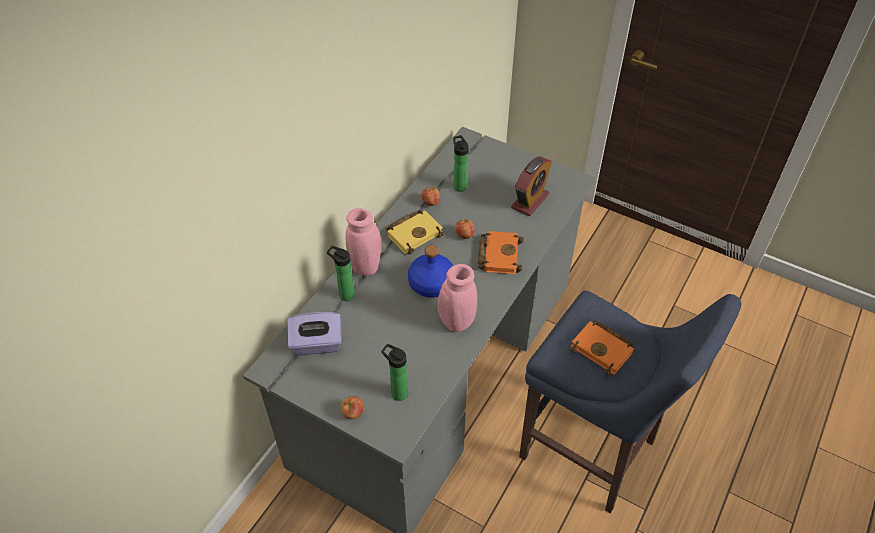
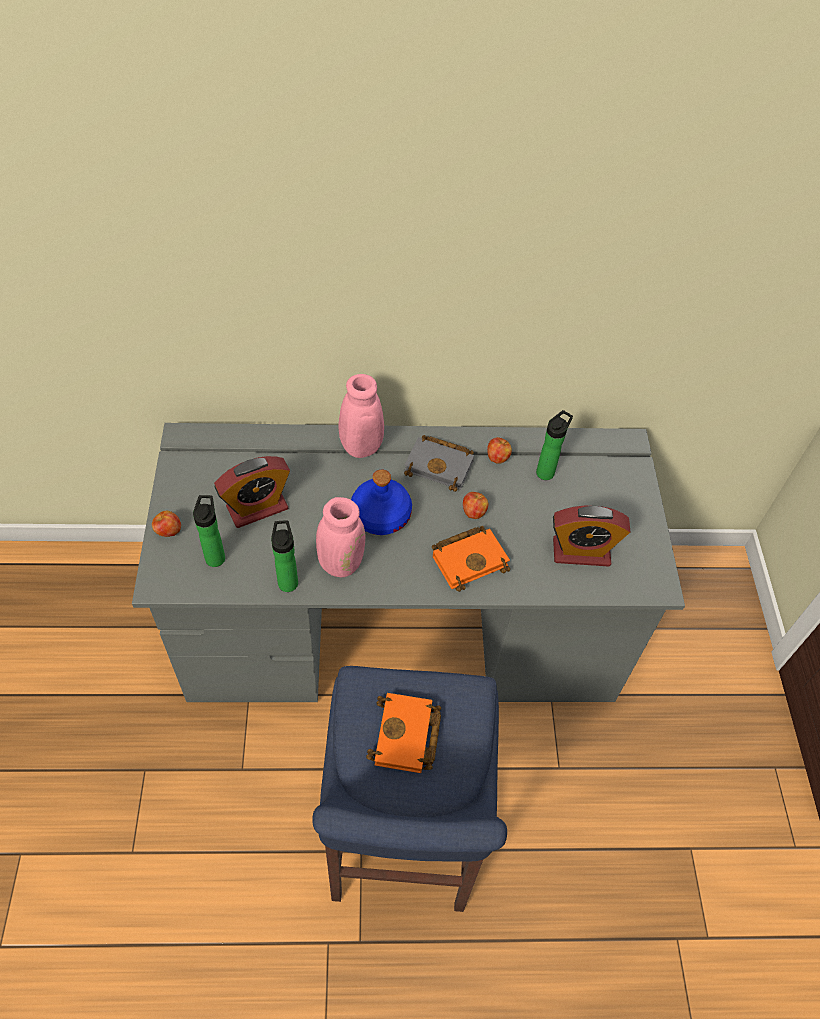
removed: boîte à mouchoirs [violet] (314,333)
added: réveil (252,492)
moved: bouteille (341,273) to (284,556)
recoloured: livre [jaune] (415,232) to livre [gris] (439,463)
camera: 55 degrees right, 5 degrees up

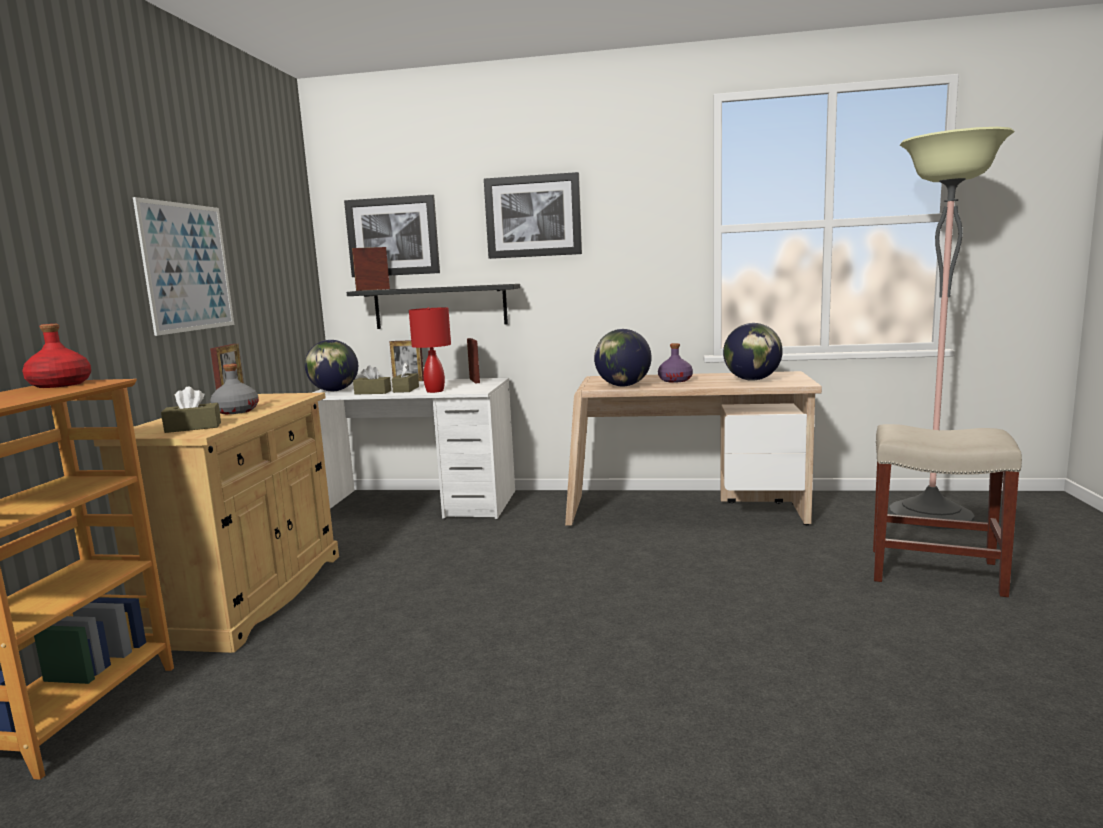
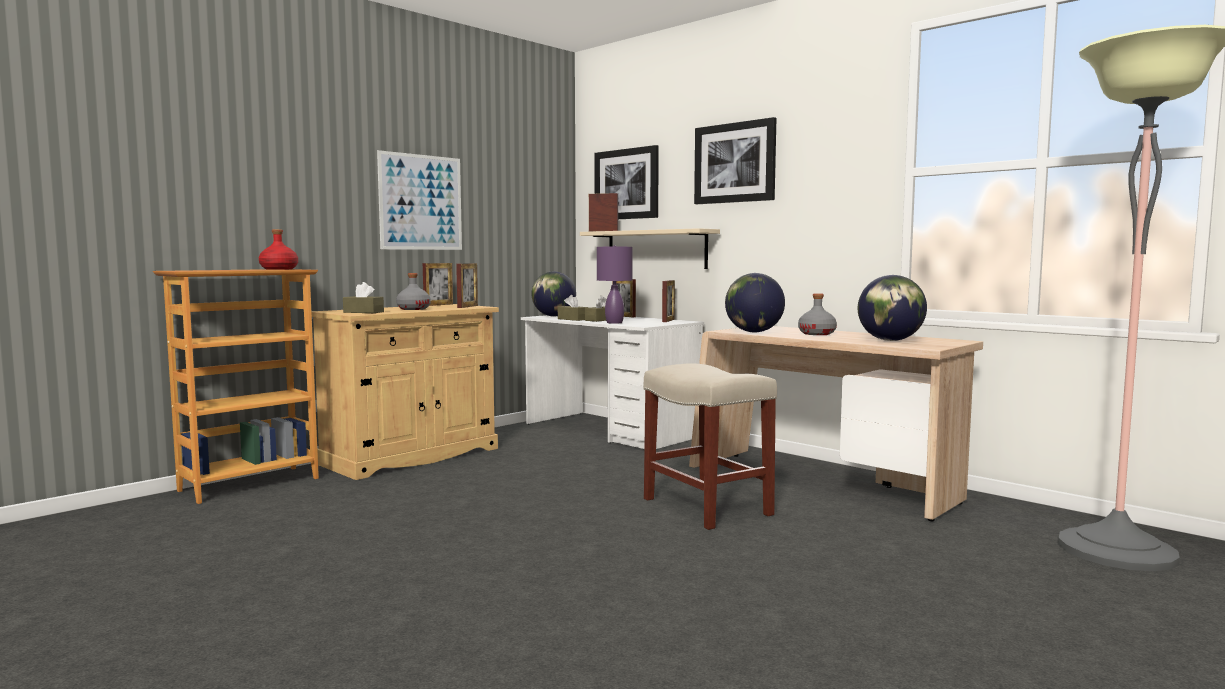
added: cadre photo (467,285)
moved: tabouret [beige] (947,510) to (710,446)
recoloured: étagère [noir] (433,306) to étagère [beige] (650,248); lampe de table [rouge] (430,350) to lampe de table [violet] (615,284); bouteille [violet] (675,363) to bouteille [gris] (817,314)
camera: 35 degrees right, 5 degrees down

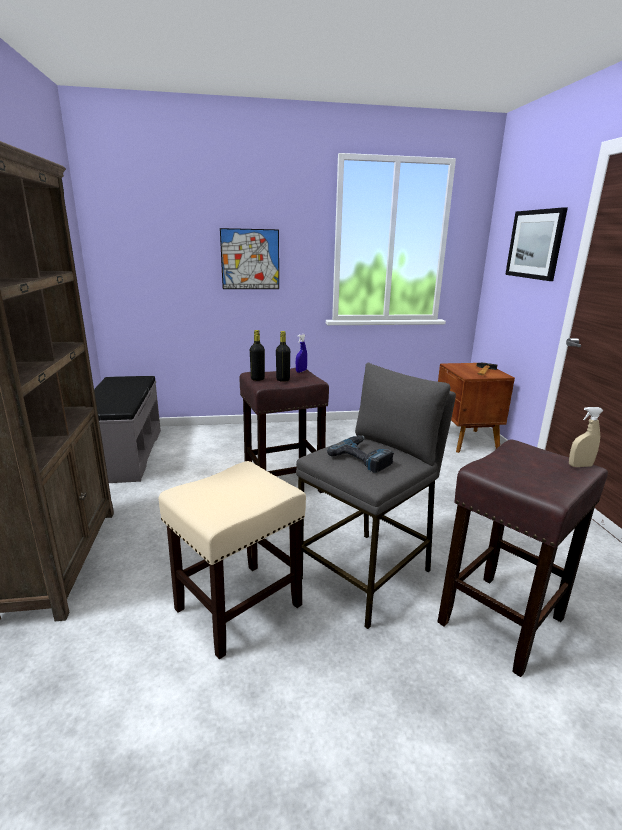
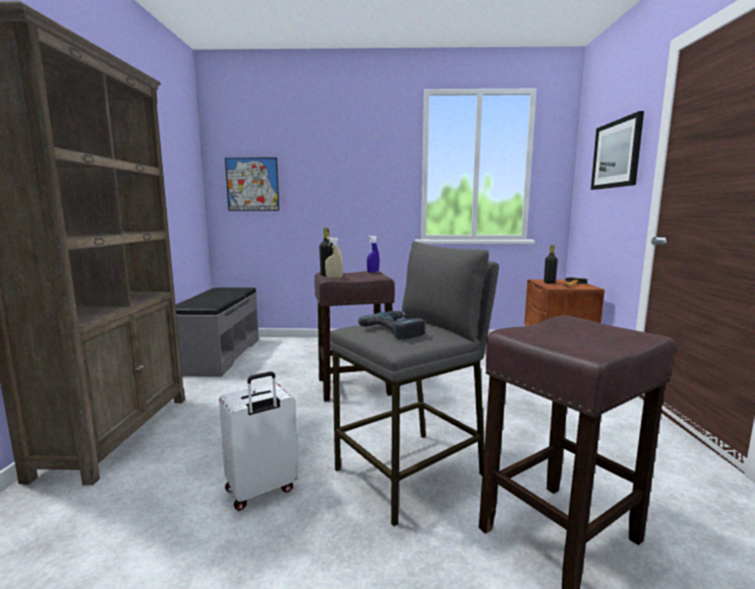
moved: tableau (249,258) to (252,184); vaporisateur [beige] (586,437) to (334,257); bouteille [noir] (283,356) to (551,264)
replaced: tabouret [beige] (232,560) to valise [blanc] (258,441)
camera: 10 degrees right, 10 degrees down

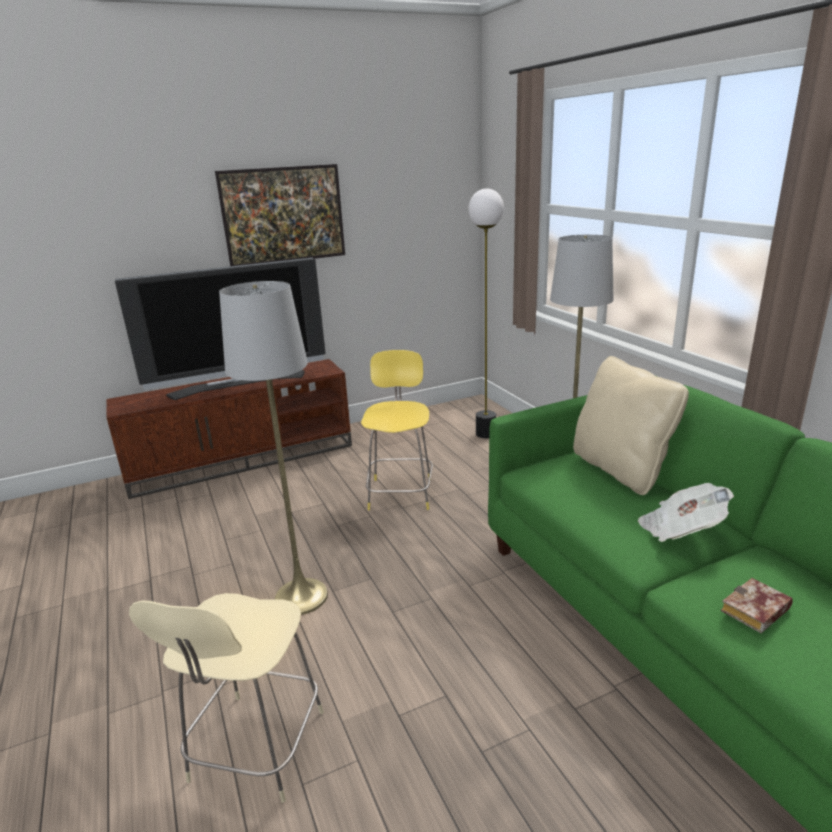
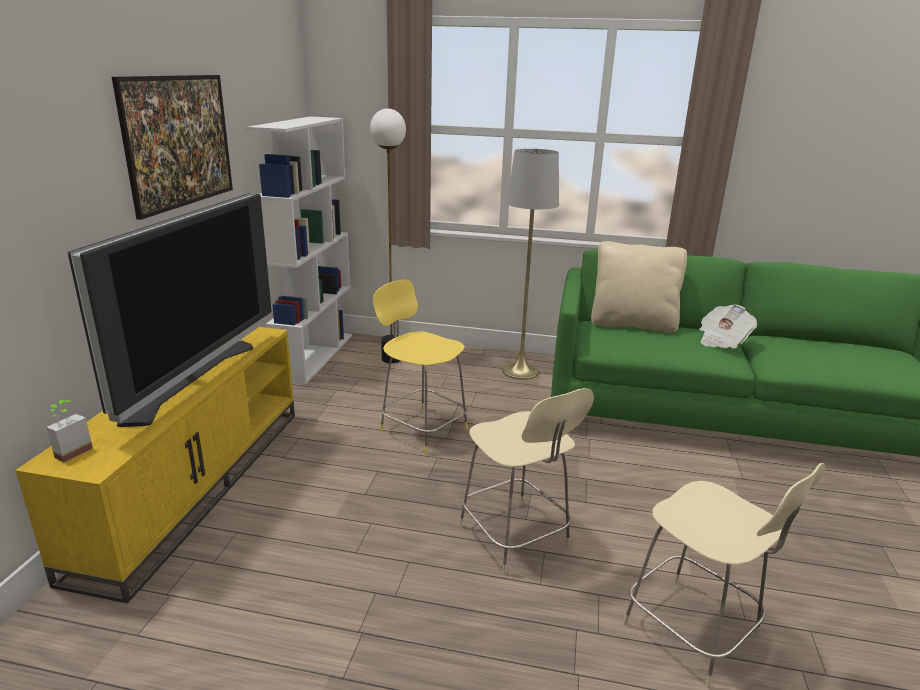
removed: livre (757,606)
added: plante en pot (69,431); bibliothèque [blanc] (299,251)
replaced: lampadaire [gris] (273,448) to tabouret [beige] (526,482)
recoloured: meuble télé [marron] (229,429) to meuble télé [jaune] (155,465)
camera: 55 degrees left, 0 degrees up

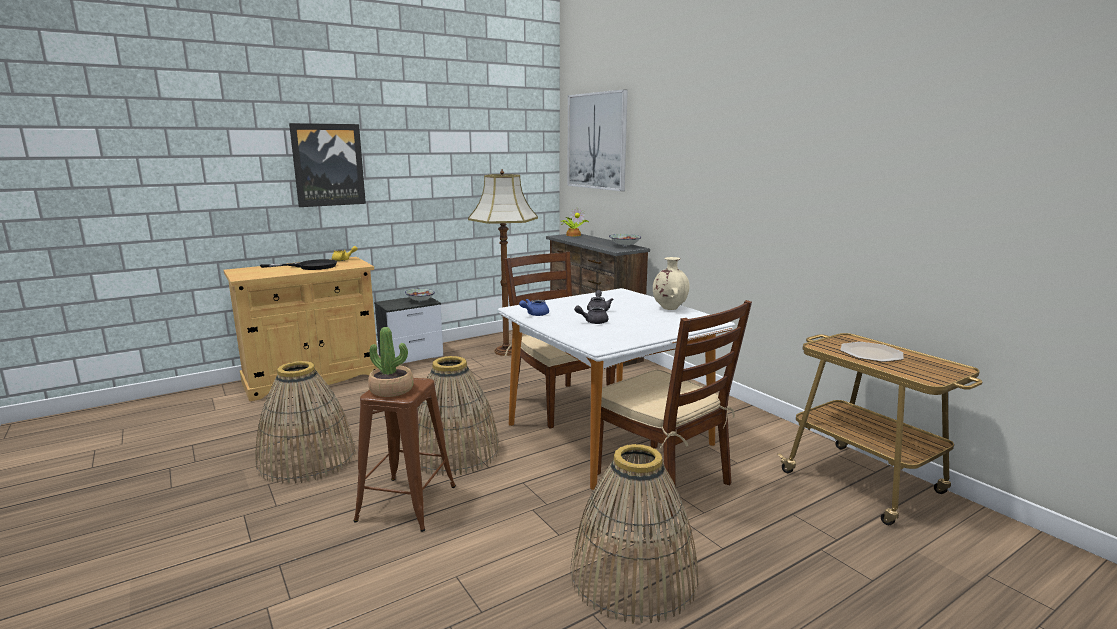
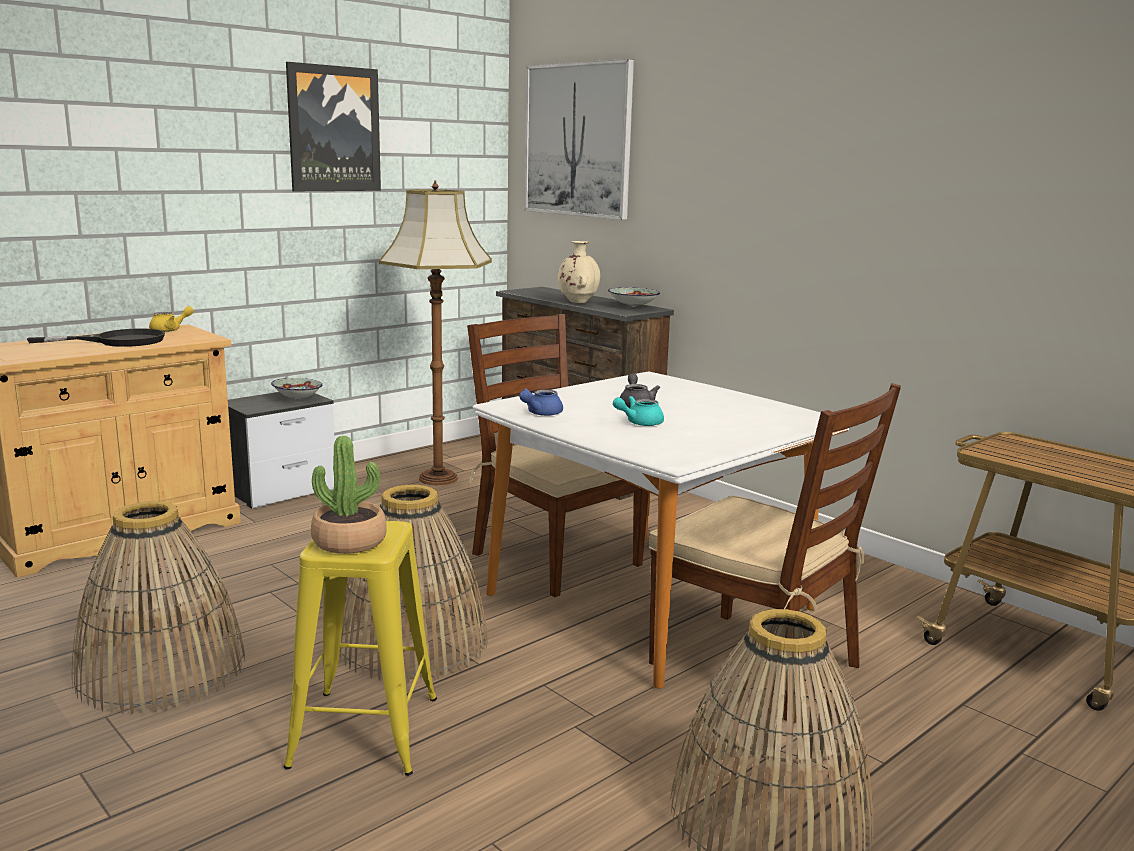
removed: plante en pot (574,221); assiette (871,352)
moved: tableau (327,165) to (333,126); vase [beige] (671,283) to (579,272)
recoloured: tabouret [marron] (404,455) to tabouret [jaune] (360,648); théière [gris] (591,314) to théière [turquoise] (638,411)
camera: 10 degrees left, 0 degrees up

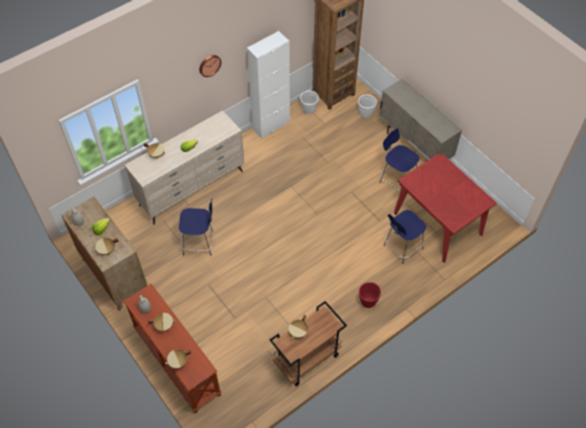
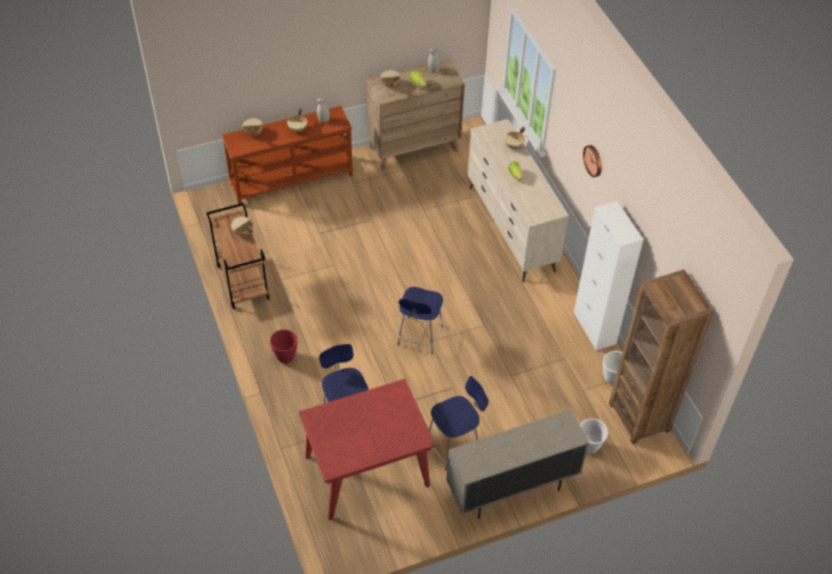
moved: tabouret [bleu] (196,227) to (420,320)
camera: 105 degrees right, 5 degrees down

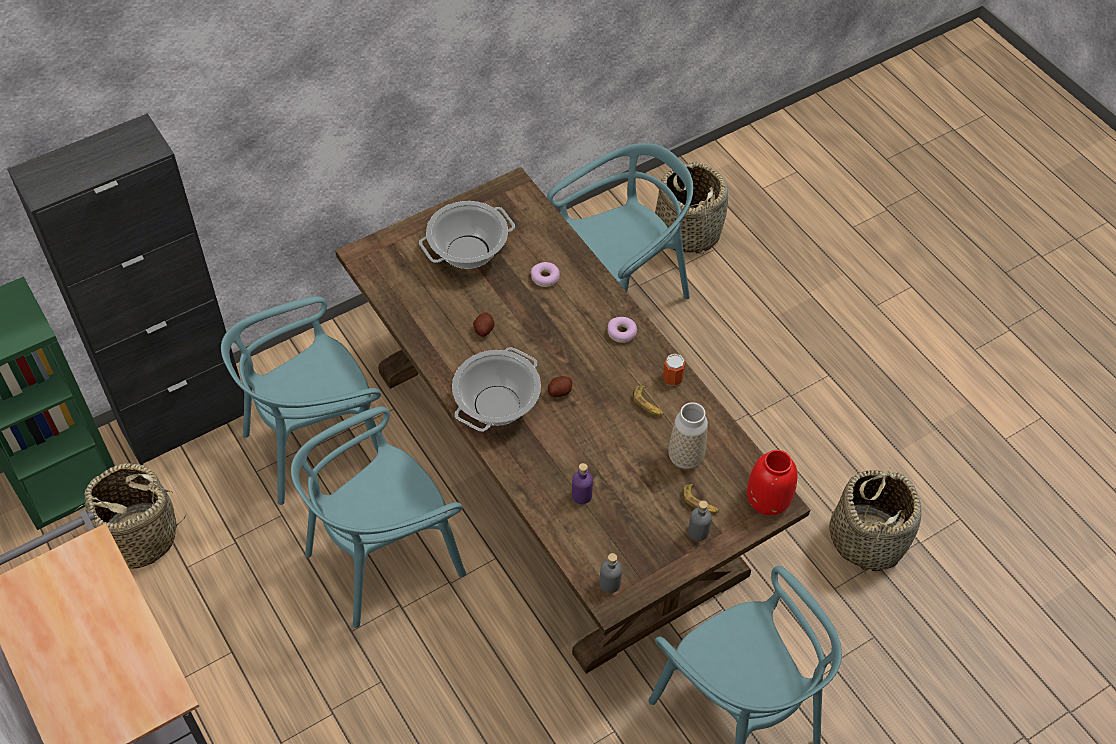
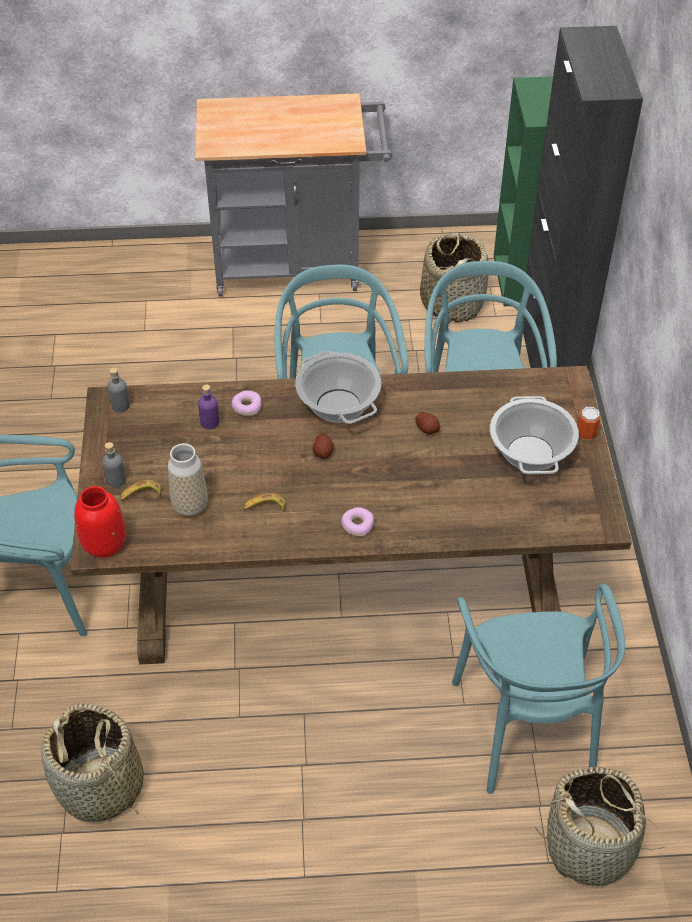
moved: beignet (545,274) to (246,403); boîte métallique (674,369) to (588,423)
camera: 120 degrees right, 5 degrees down

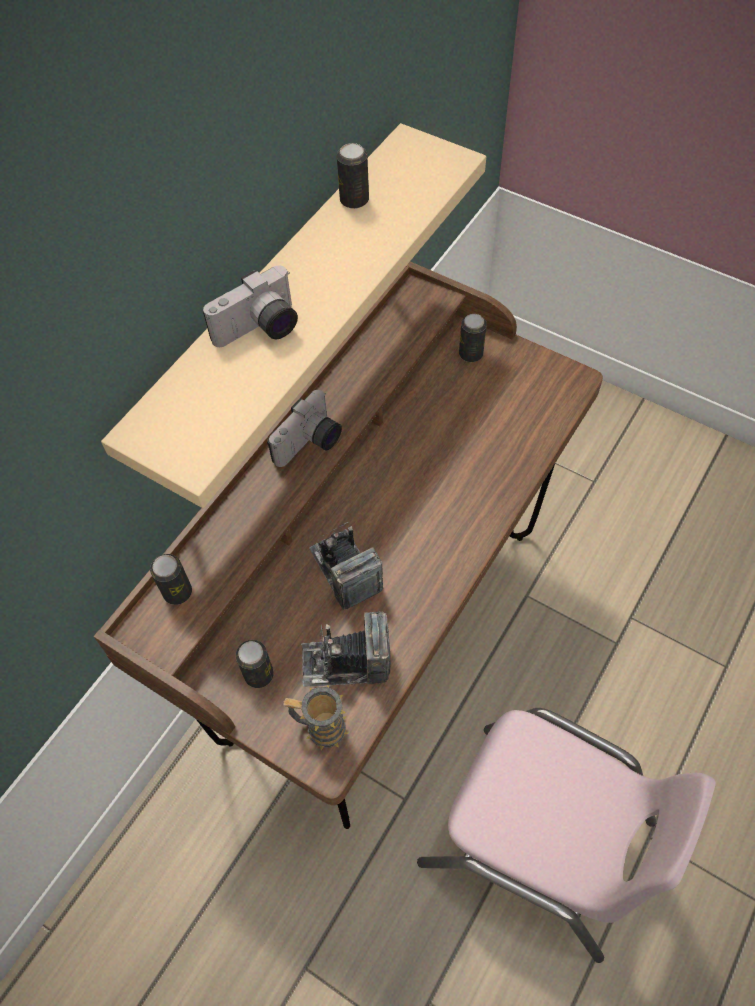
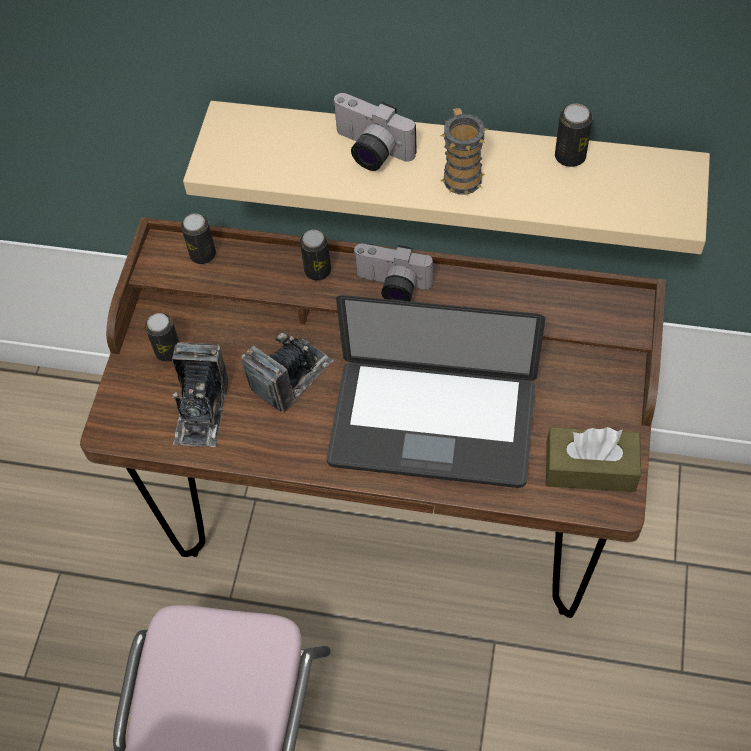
added: ordinateur portable (436,391); boîte à mouchoirs [marron] (593,459)
moved: boîte métallique (473,338) to (315,255); mug (315,717) to (464,151)
turned: appareil photo (345,649) = (200,394) 150 degrees counterclockwise
camera: 70 degrees right, 0 degrees up

